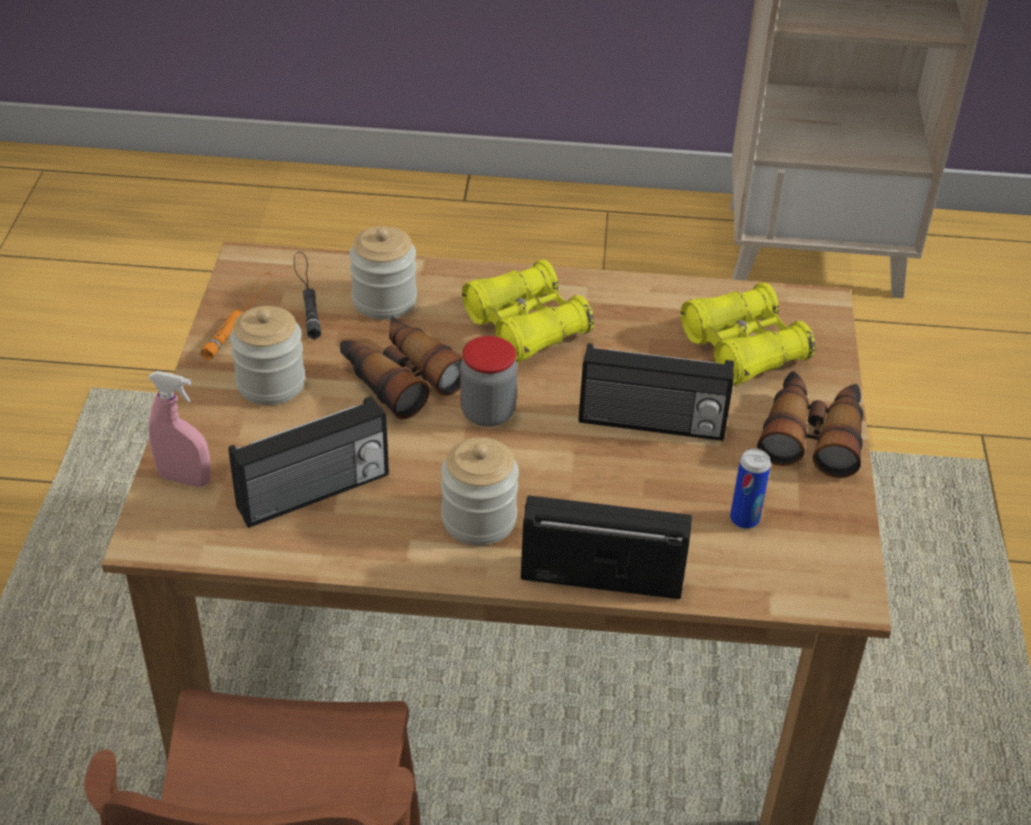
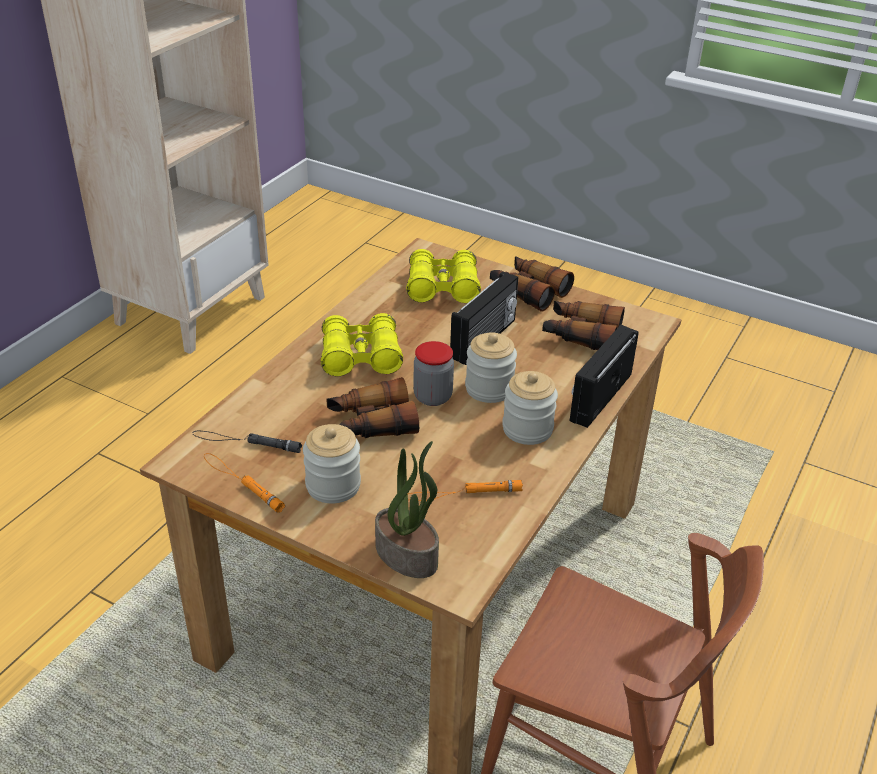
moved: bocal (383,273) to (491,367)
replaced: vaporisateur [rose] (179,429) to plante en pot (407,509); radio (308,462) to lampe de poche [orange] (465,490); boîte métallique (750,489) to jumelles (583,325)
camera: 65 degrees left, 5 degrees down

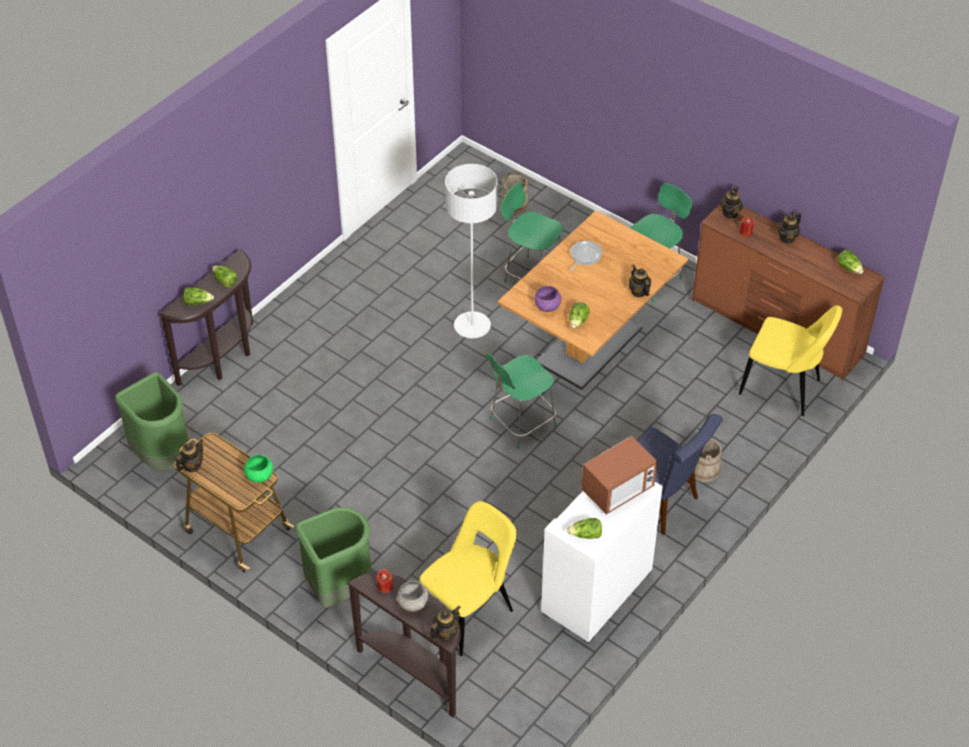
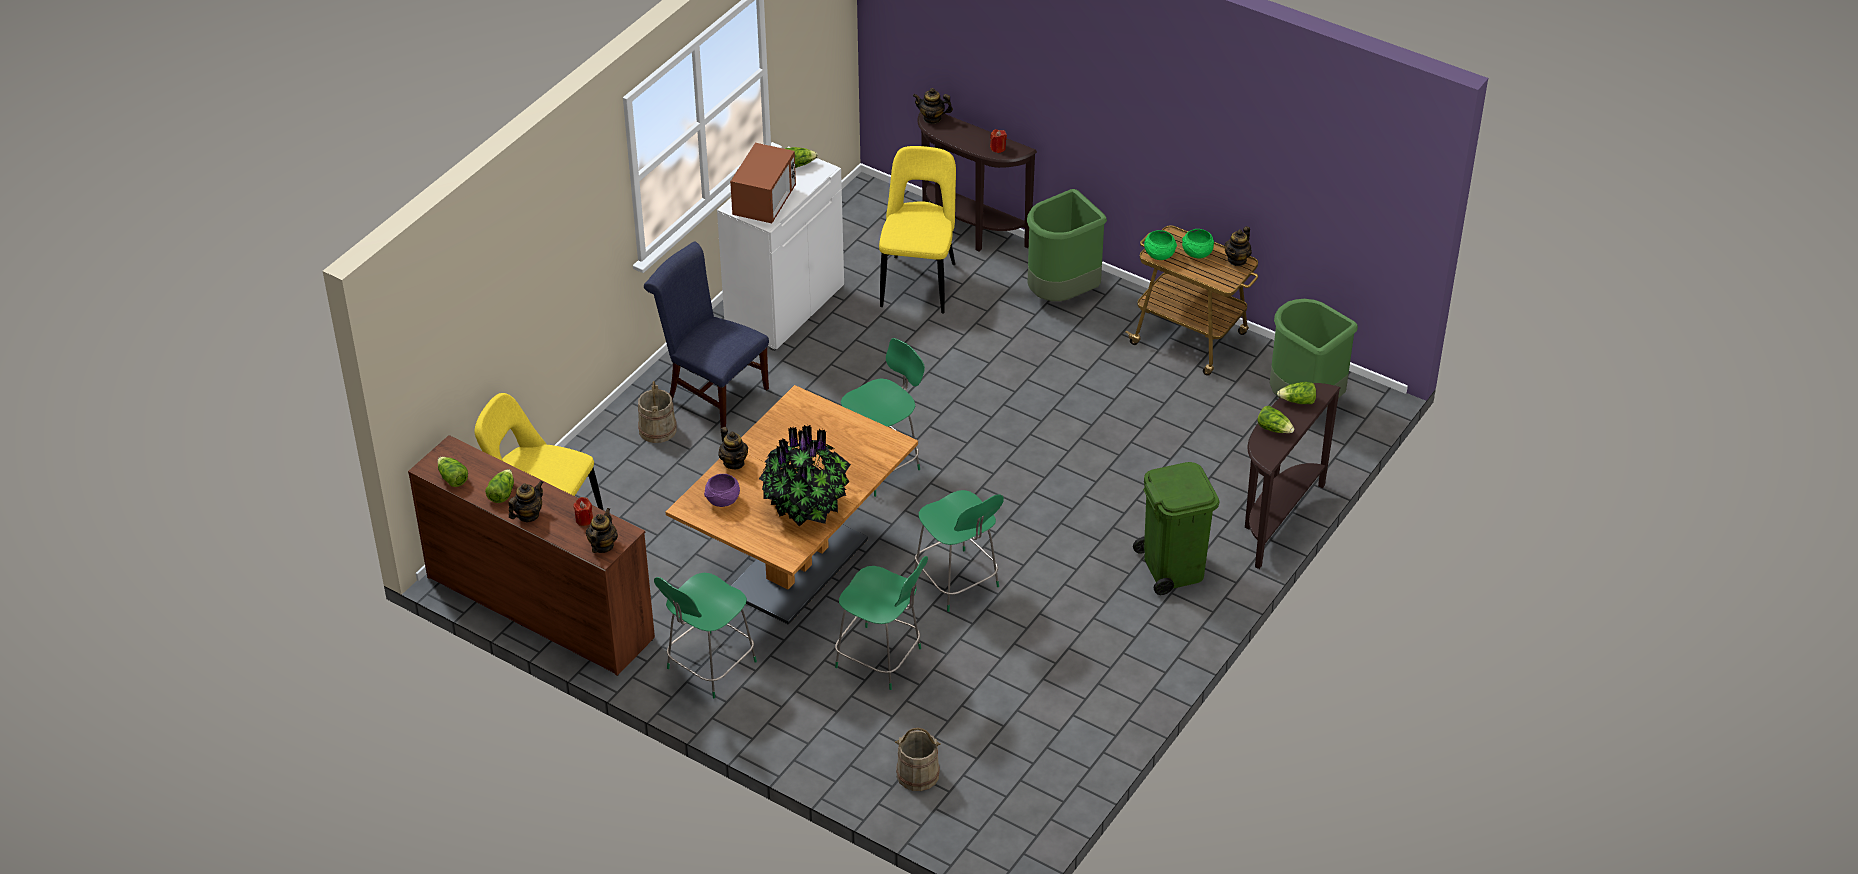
removed: bol [gris] (412,596)
added: poubelle [vert] (1176,528); bol [vert] (1198,244)
moved: laitue (579,315) to (499,486); bol [violet] (548,299) to (722,490)
replaced: poêle (586,256) to plante en pot (805,476); lampadaire [gris] (471,251) to tabouret [vert] (959,551)
turned: micro-ondes (619,475) = (763,183) 150 degrees clockwise; chaise [jaune] (468,578) = (917,230) 150 degrees clockwise; théière (445,623) = (933,106) 60 degrees clockwise
camera: 175 degrees right, 5 degrees down

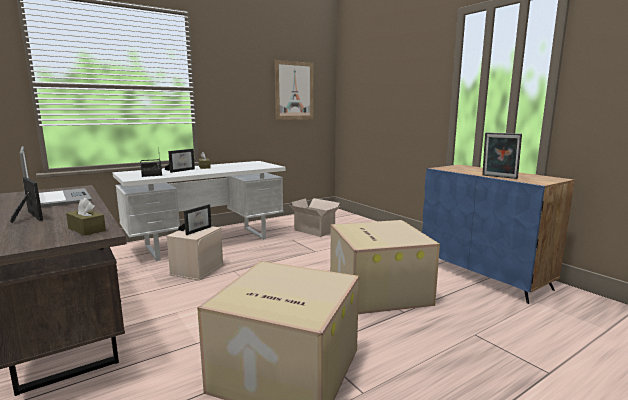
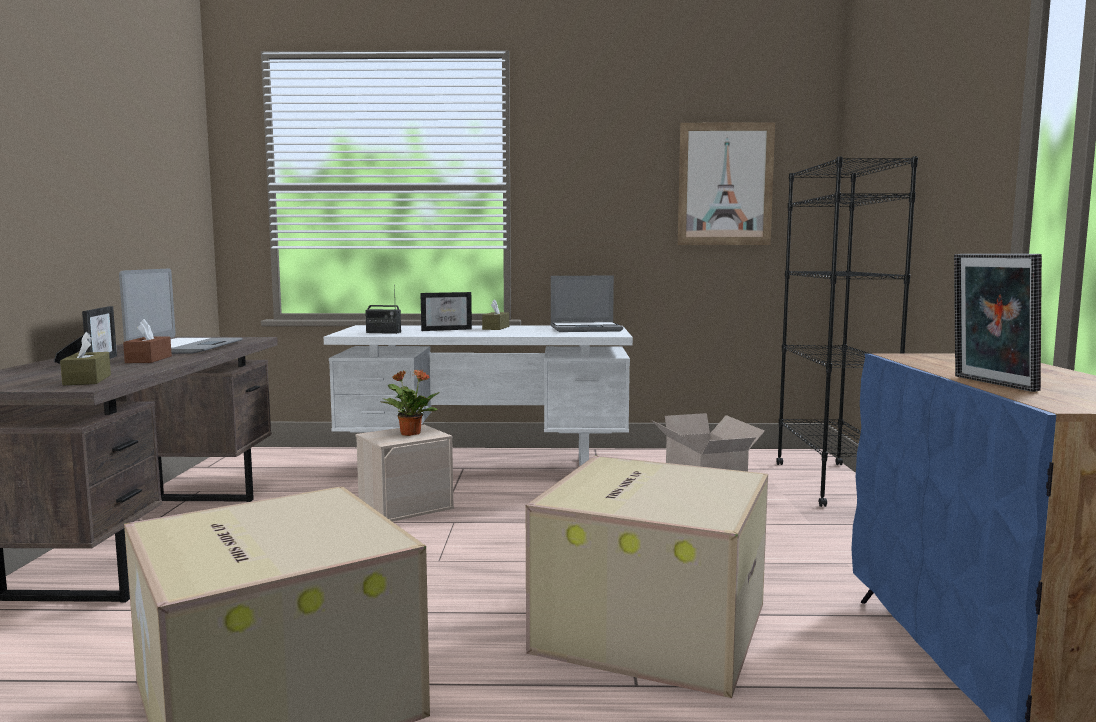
added: boîte à mouchoirs [marron] (147,341); ordinateur portable (587,304); bibliothèque [noir] (847,331)
replaced: cadre photo (195,219) to plante en pot (410,403)
camera: 35 degrees right, 5 degrees down

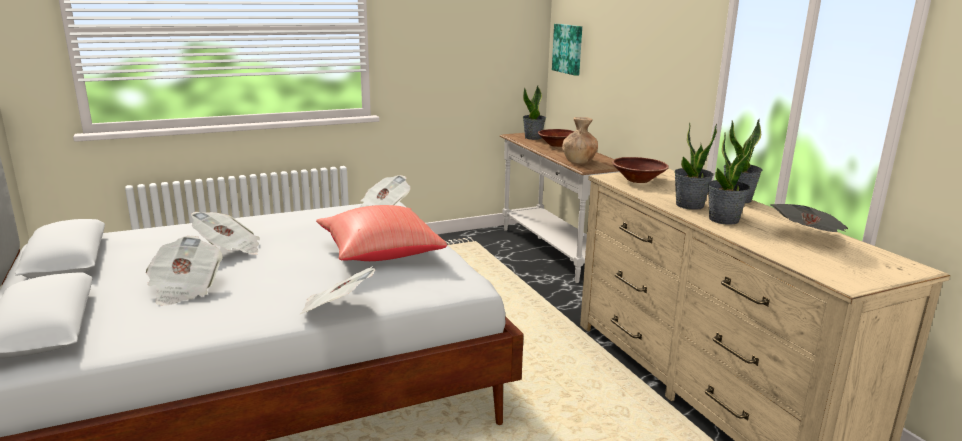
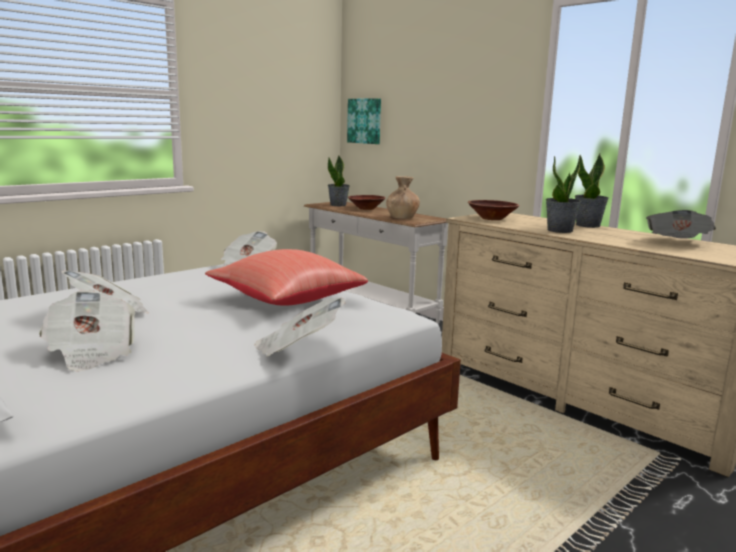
removed: plante en pot (731,178)
camera: 20 degrees left, 5 degrees down

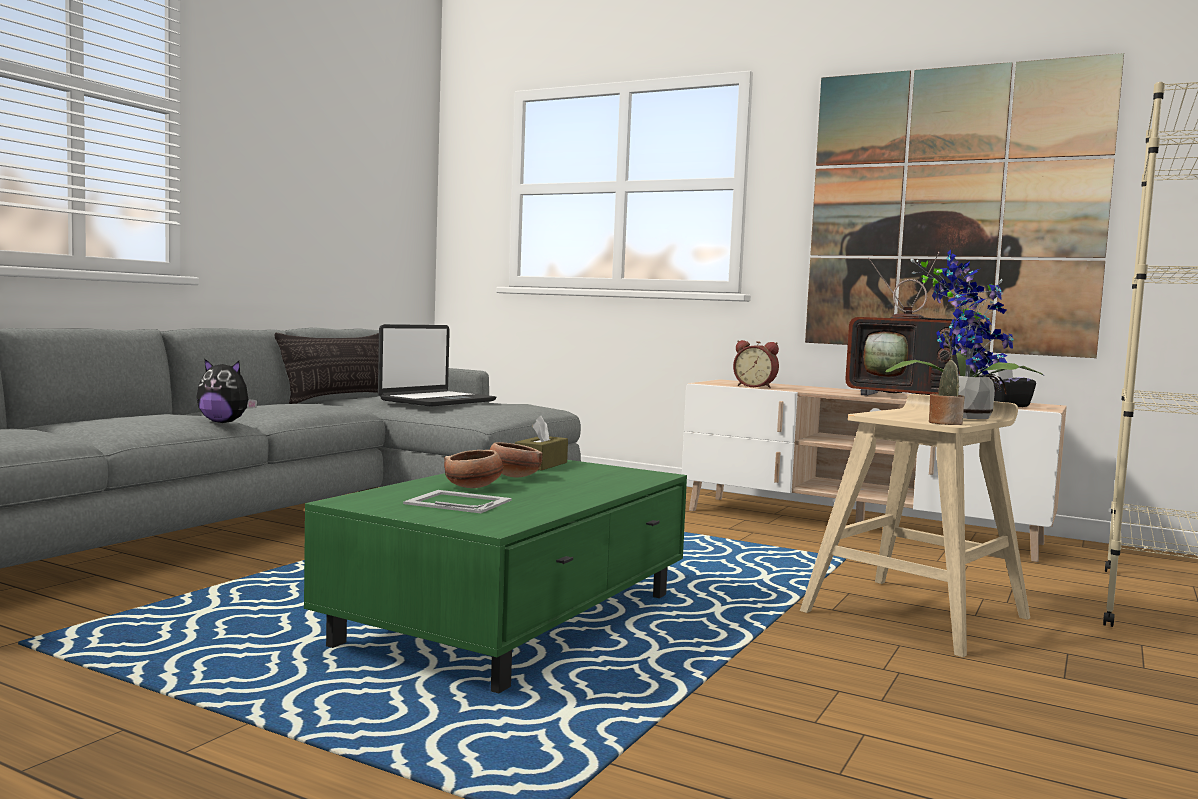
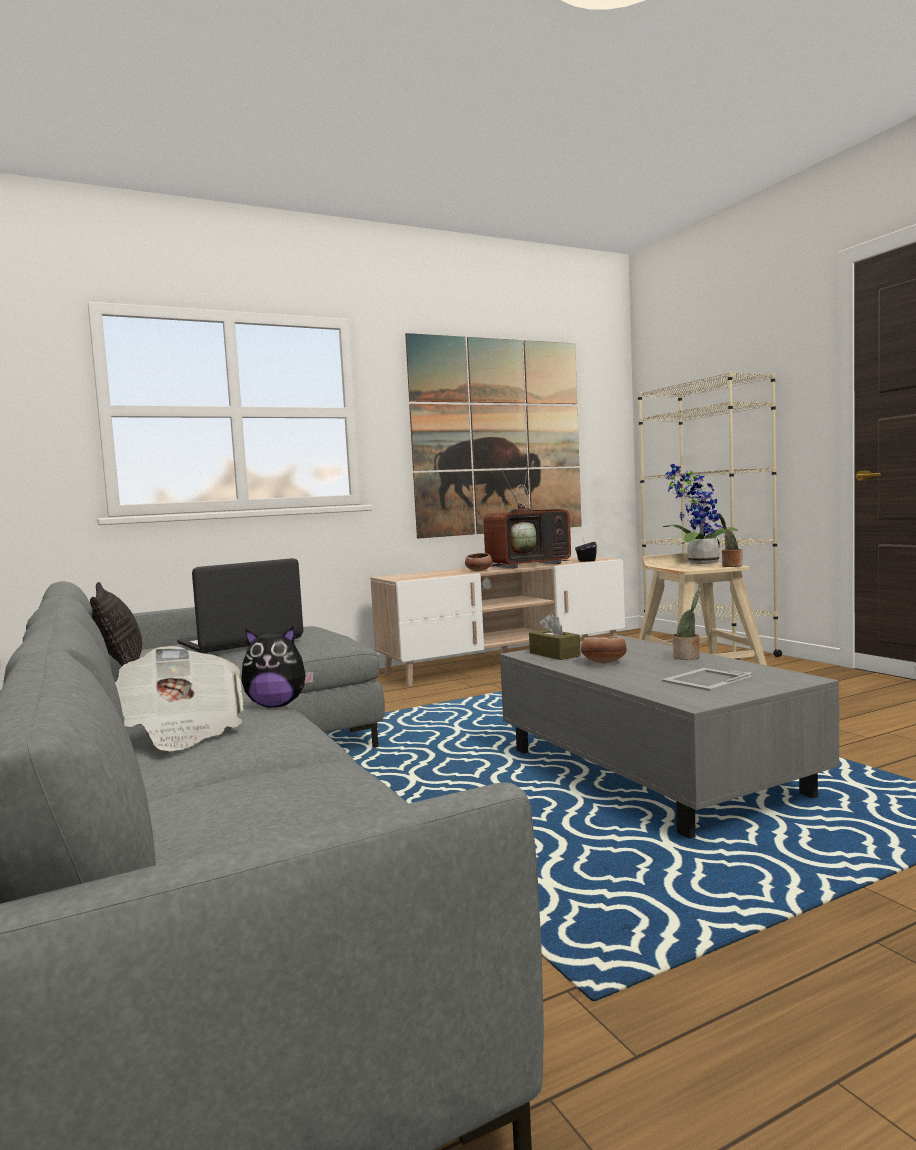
removed: réveil (756,364)
added: journal (179,699); plante en pot (687,623)
moved: bol (473,469) to (478,562)
recoloured: table basse [vert] (495,577) to table basse [gris] (669,737)
turned: ordinateur portable (437,365) = (240,605) 105 degrees counterclockwise; peluche (226,391) = (277,667) 45 degrees clockwise
camera: 55 degrees left, 0 degrees up

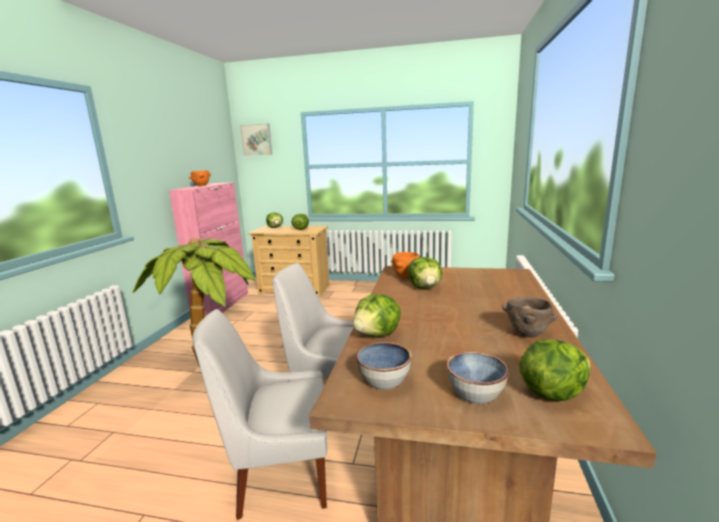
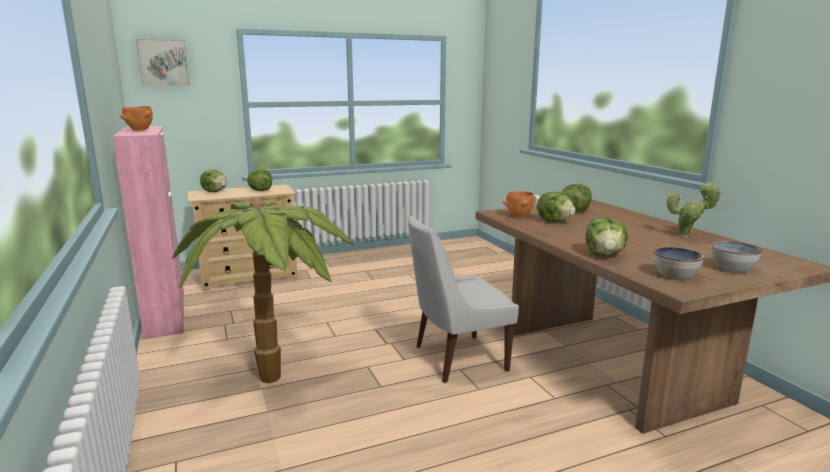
removed: chaise [blanc] (259,414)
moved: laitue (554,370) to (576,198)
replaced: bol [marron] (530,317) to plante en pot (694,210)
camera: 35 degrees left, 0 degrees up

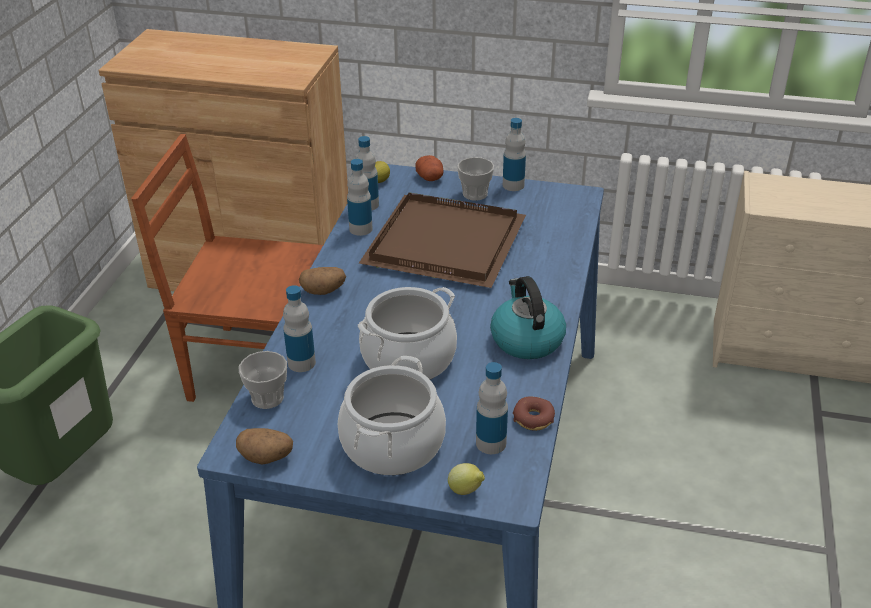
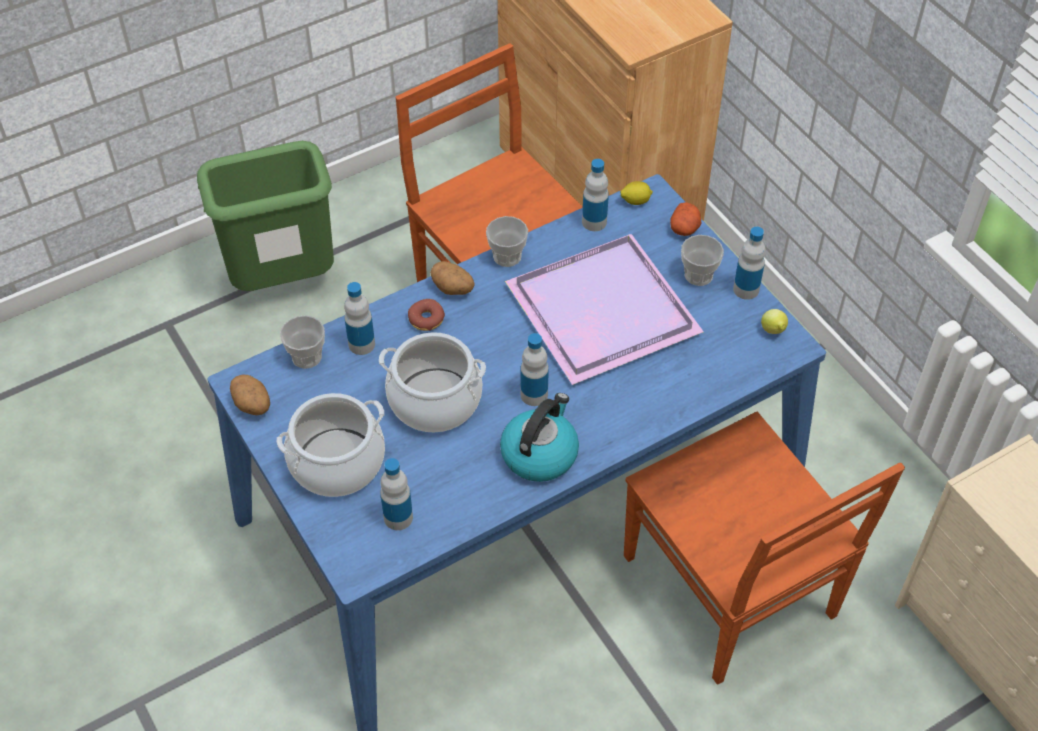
added: tasse (507,241); chaise [marron] (764,548)
moved: beignet (534,413) to (426,315); bouteille (360,197) to (535,369); citron (466,479) to (774,321)
recoloured: plateau [marron] (442,240) to plateau [violet] (604,309)
camera: 45 degrees right, 15 degrees up

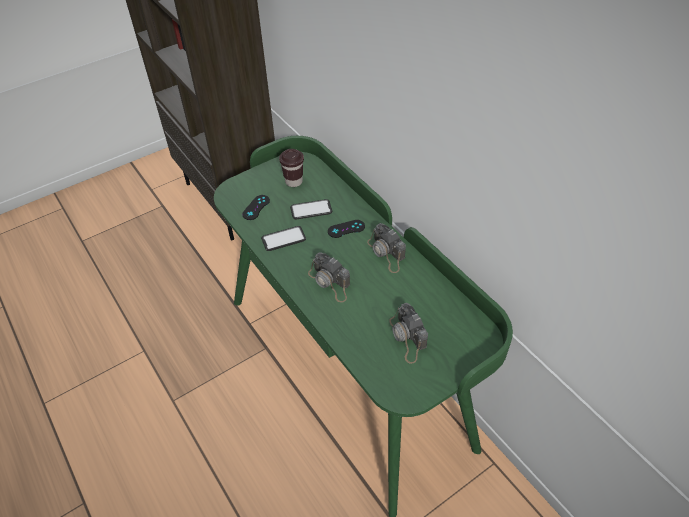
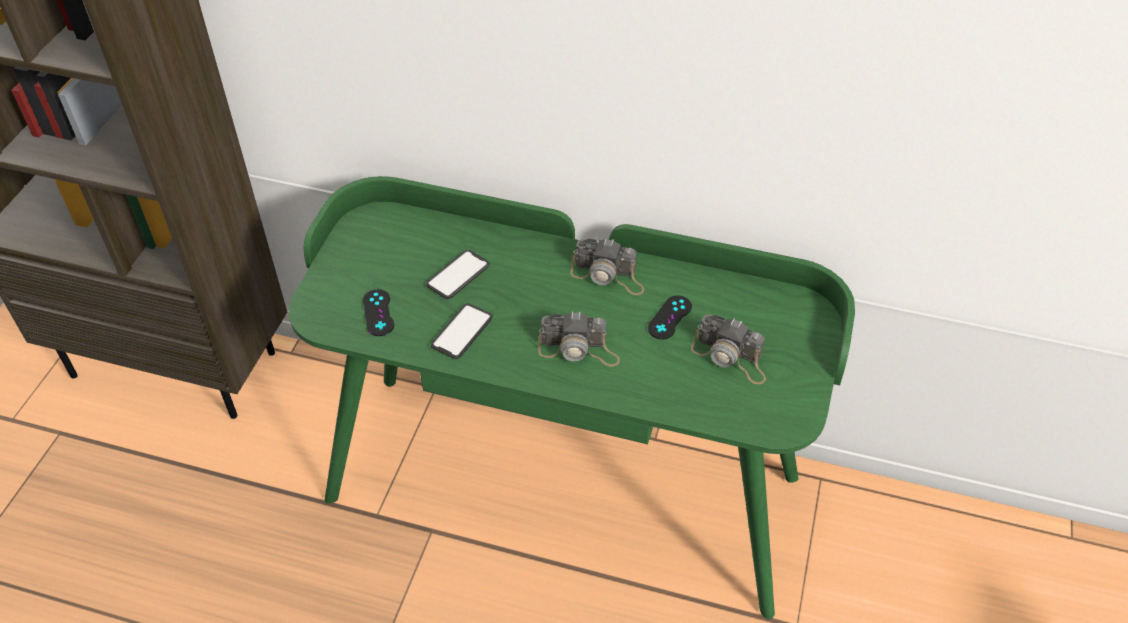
removed: tasse [marron] (291,168)
moved: manette [noir] (346,229) to (670,317)
camera: 40 degrees left, 0 degrees up

